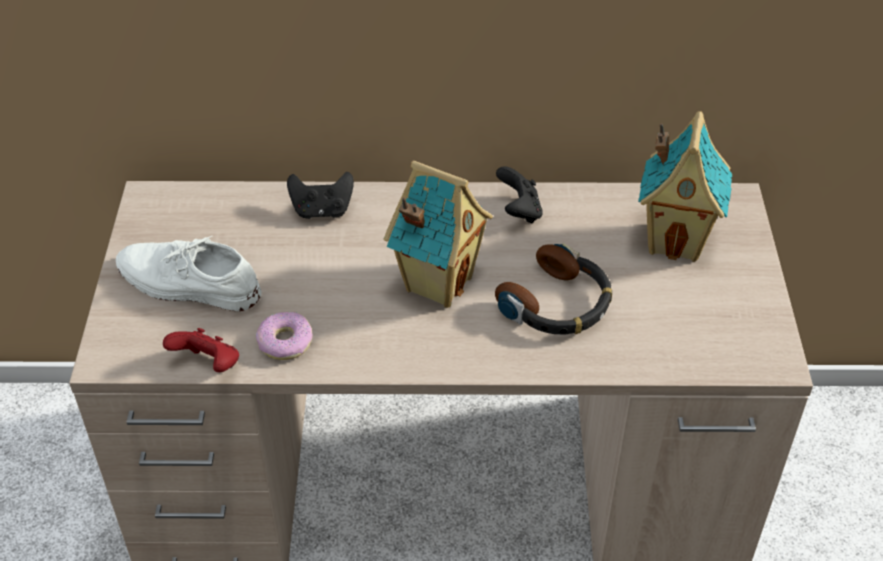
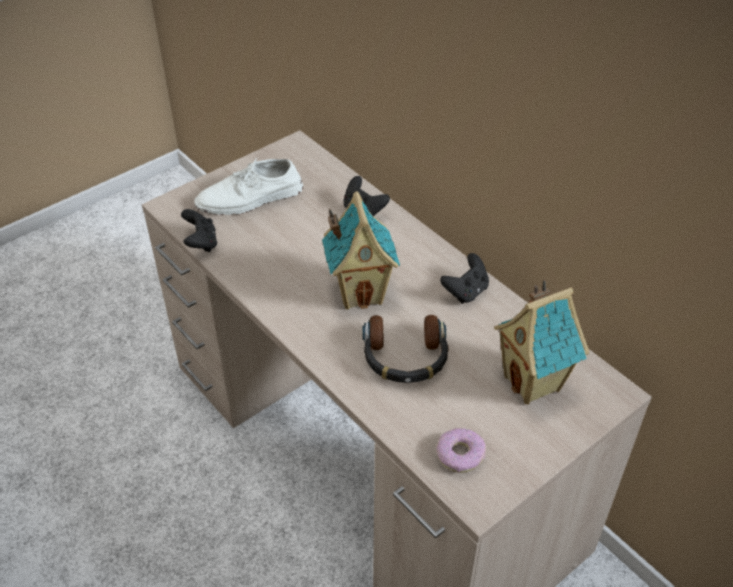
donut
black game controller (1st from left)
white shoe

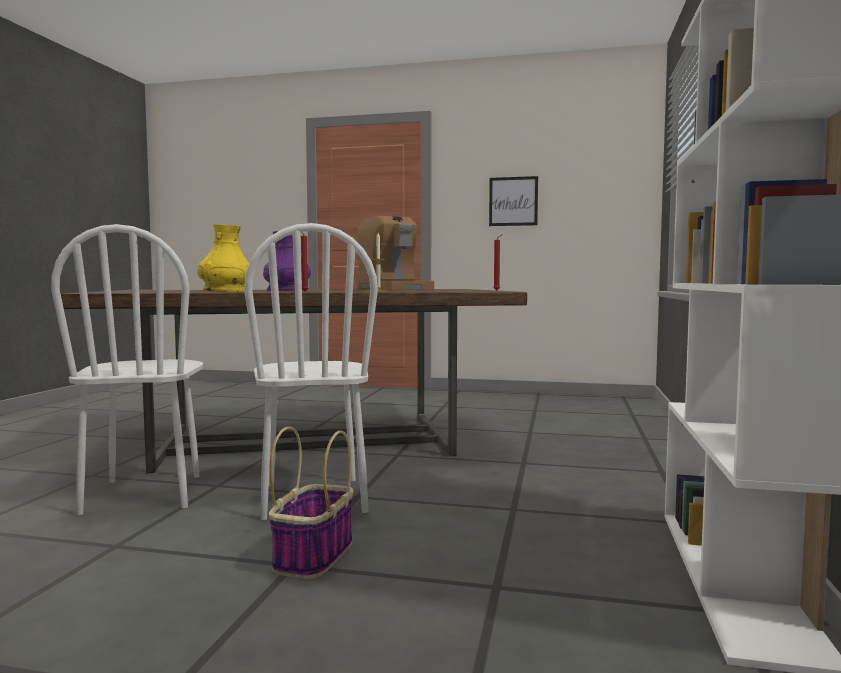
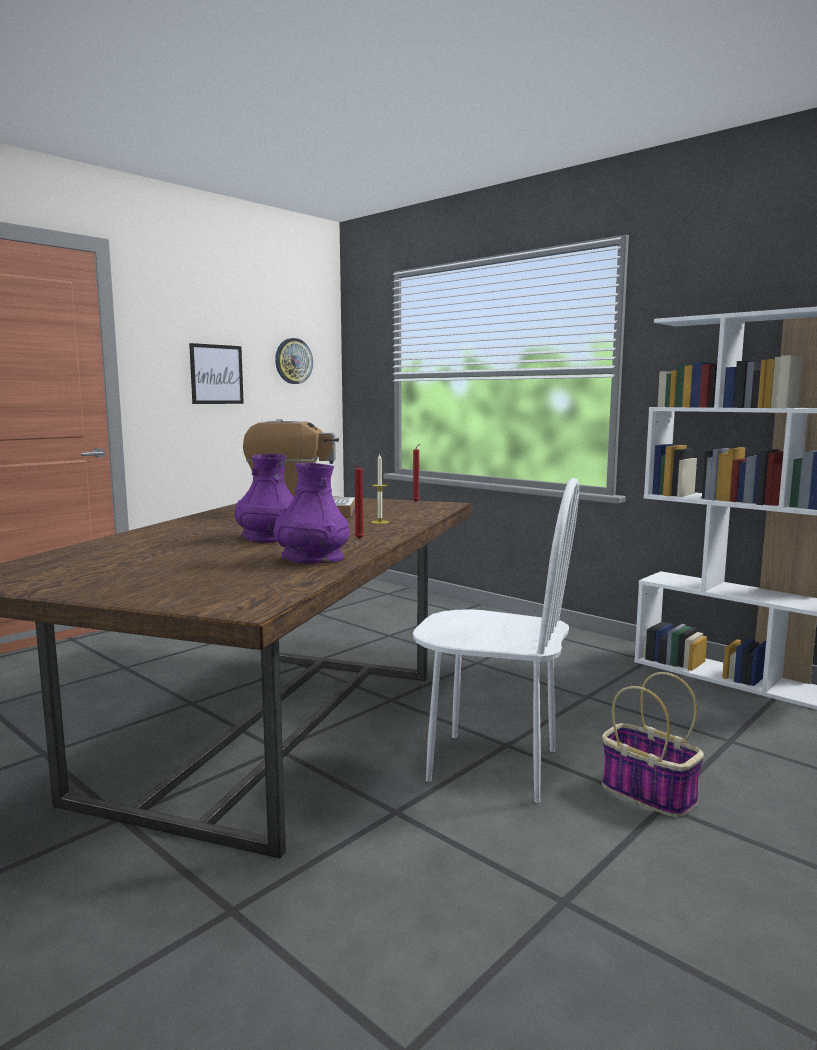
white chair (1st from left in the first image)
wall clock
purple vase (2nd from left)

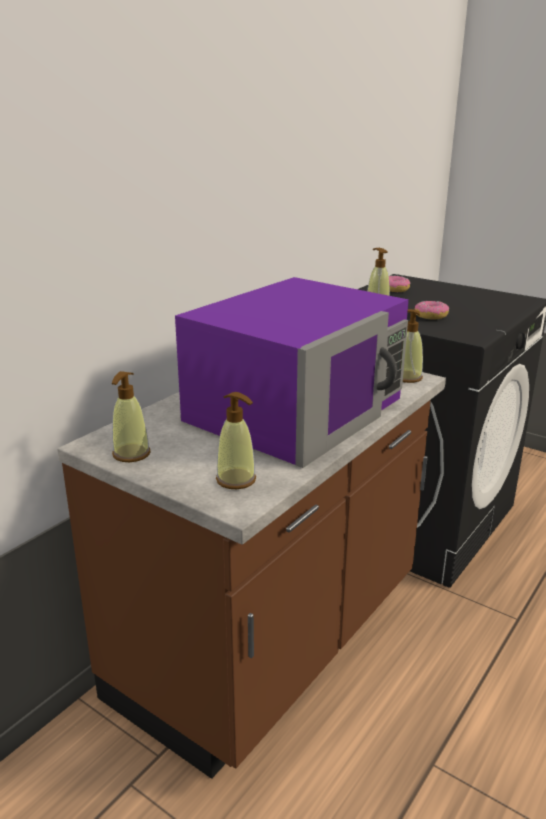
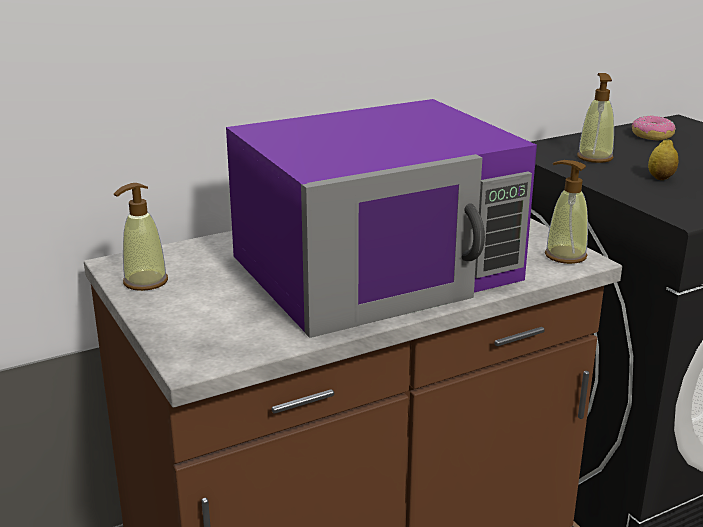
soap dispenser (2nd from left in the first image)
lemon

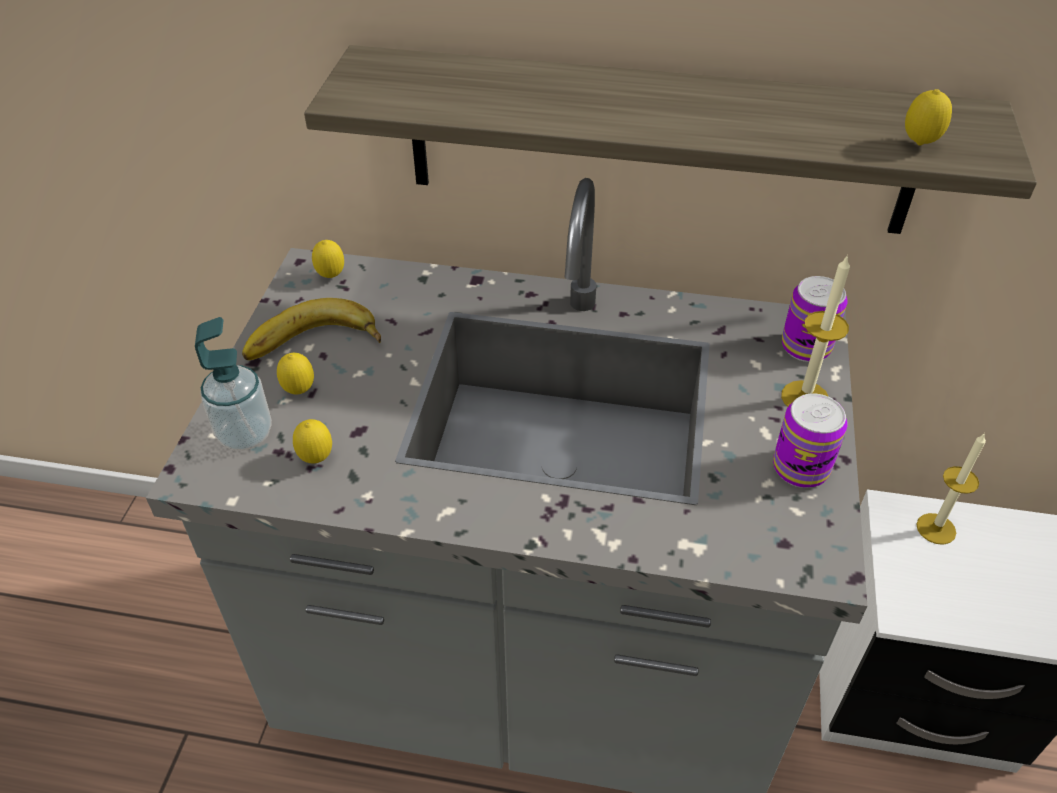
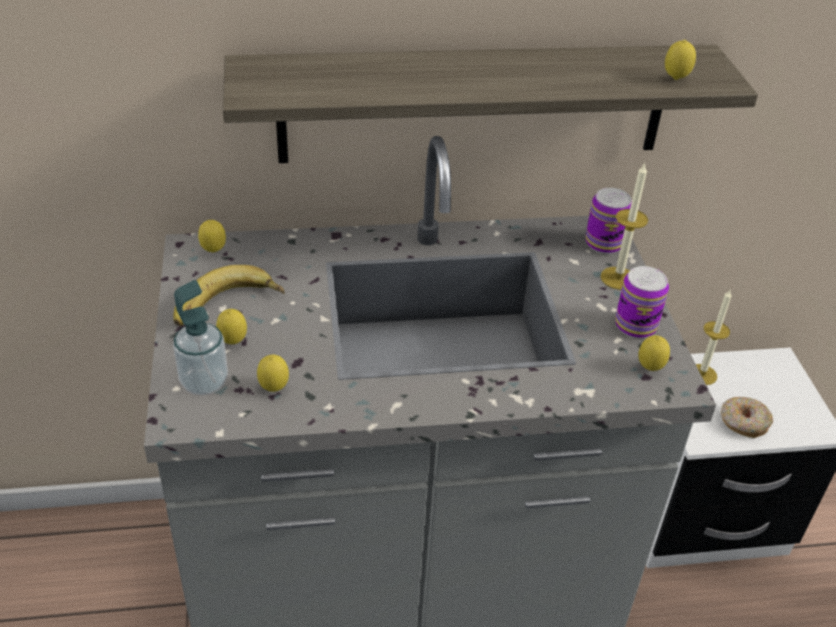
lemon (4th from left)
donut

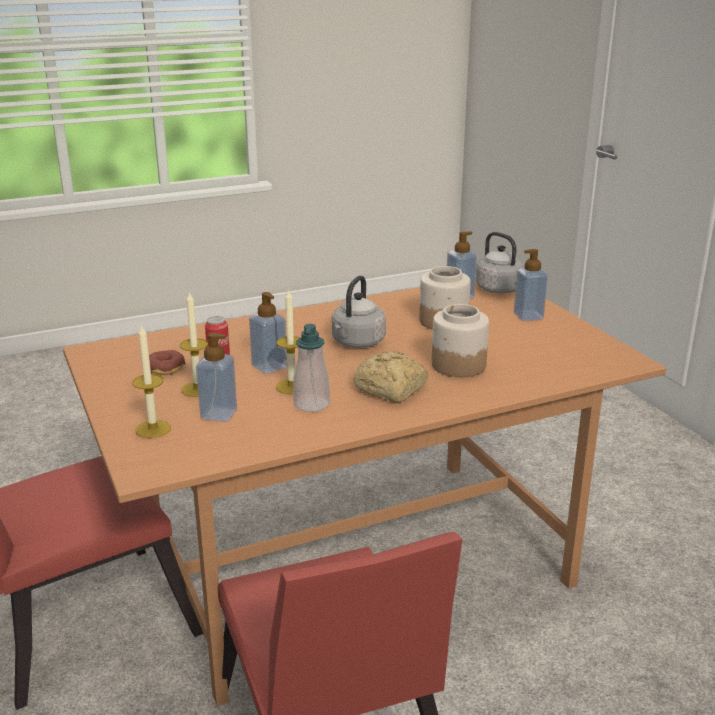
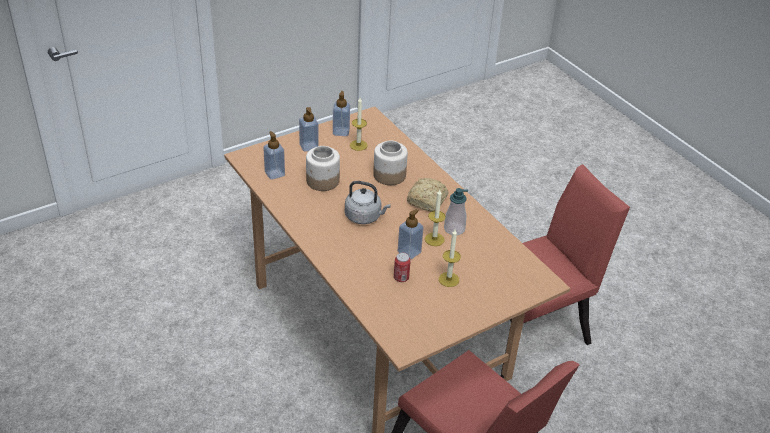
donut
grey kettle (2nd from left in the first image)
candle (1st from left)
soap dispenser (3rd from left)

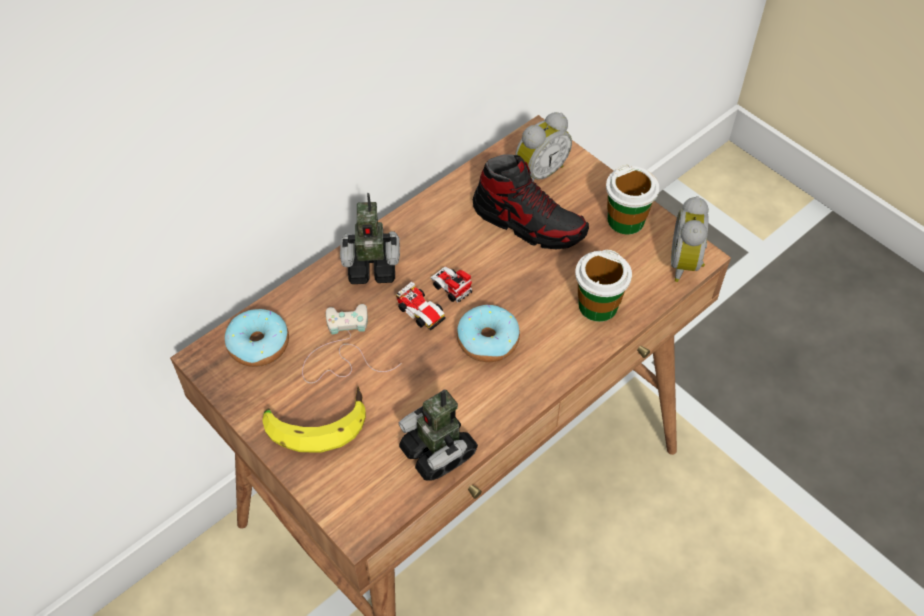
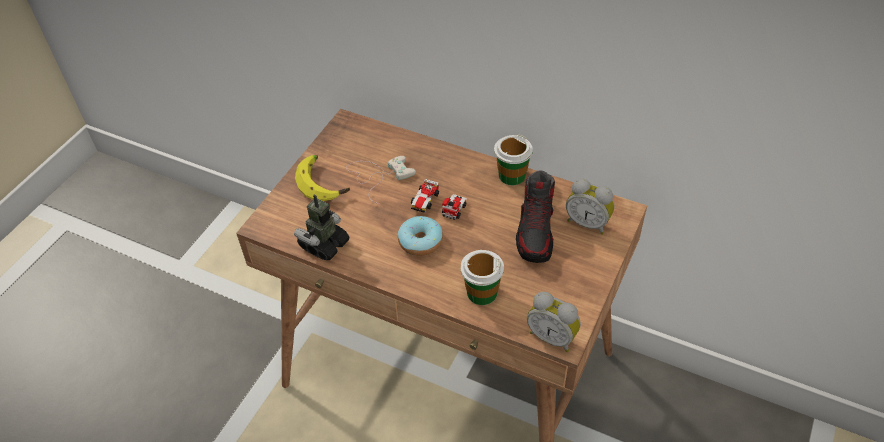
donut (1st from left in the first image)
toy robot (1st from left in the first image)
cup (2nd from left)
alarm clock (1st from left)

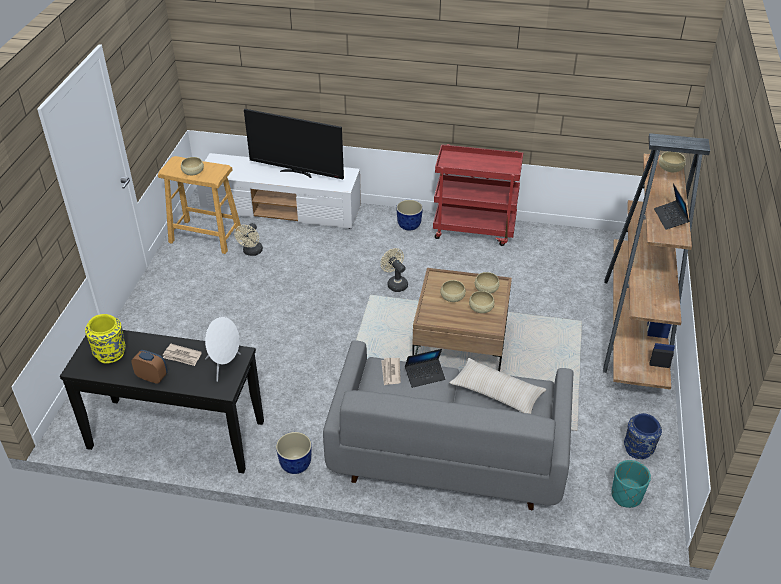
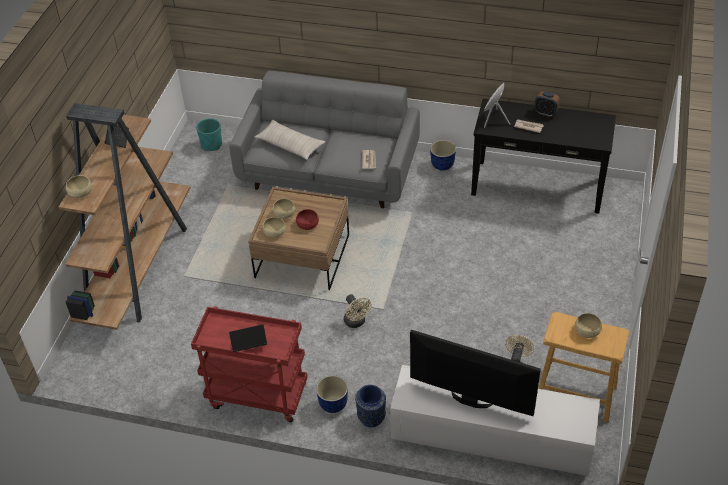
yellow vase
laptop (2nd from left)
blue vase
red bowl

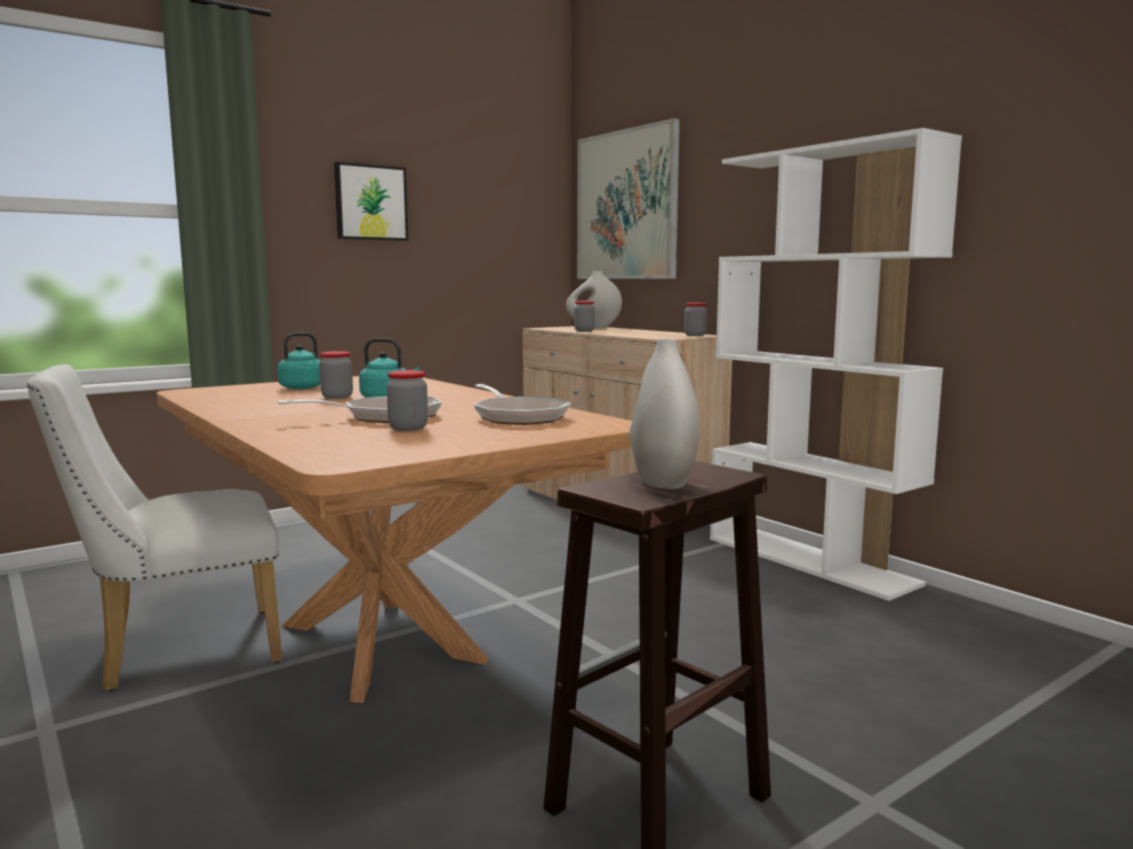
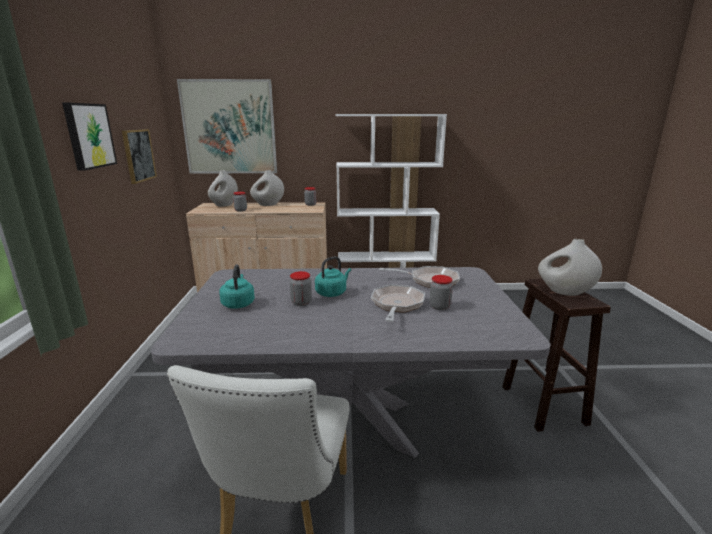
picture (2nd from left)
white vase (2nd from left)
grey dining table

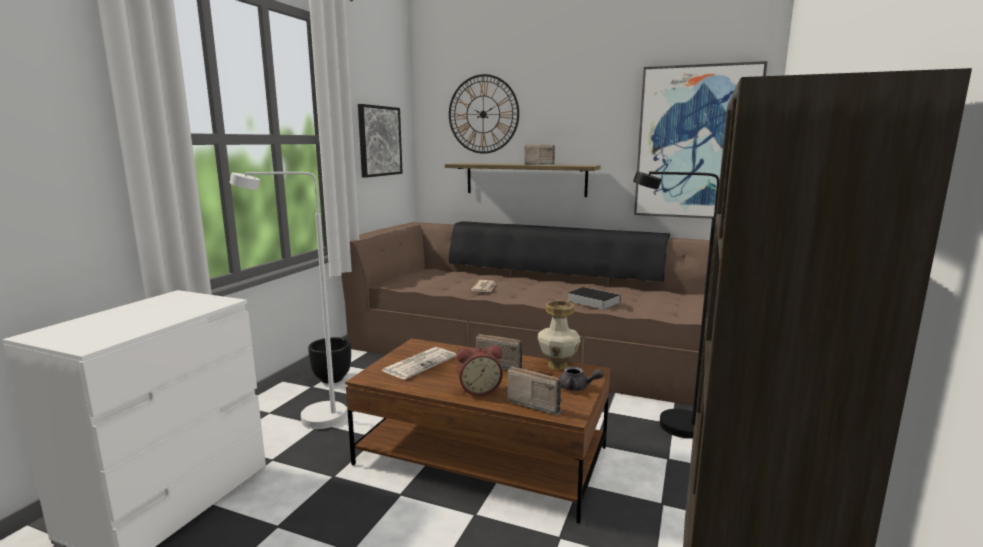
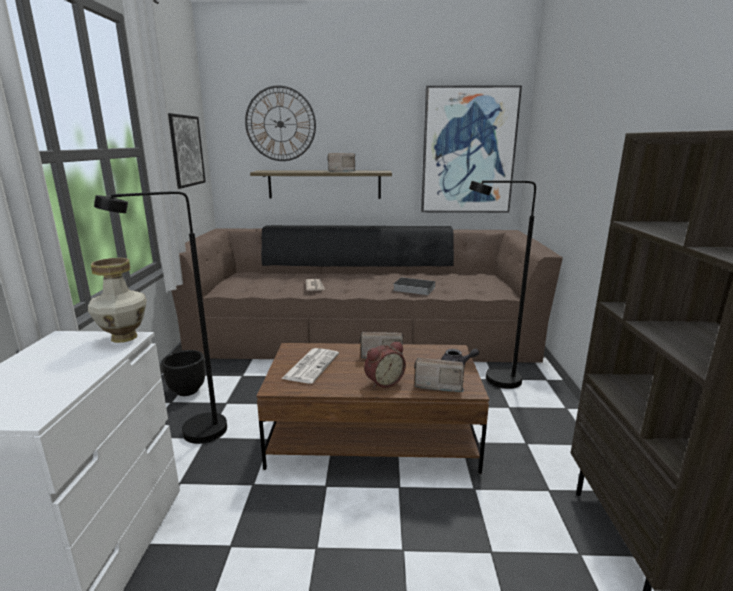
vase
black floor lamp (1st from left)

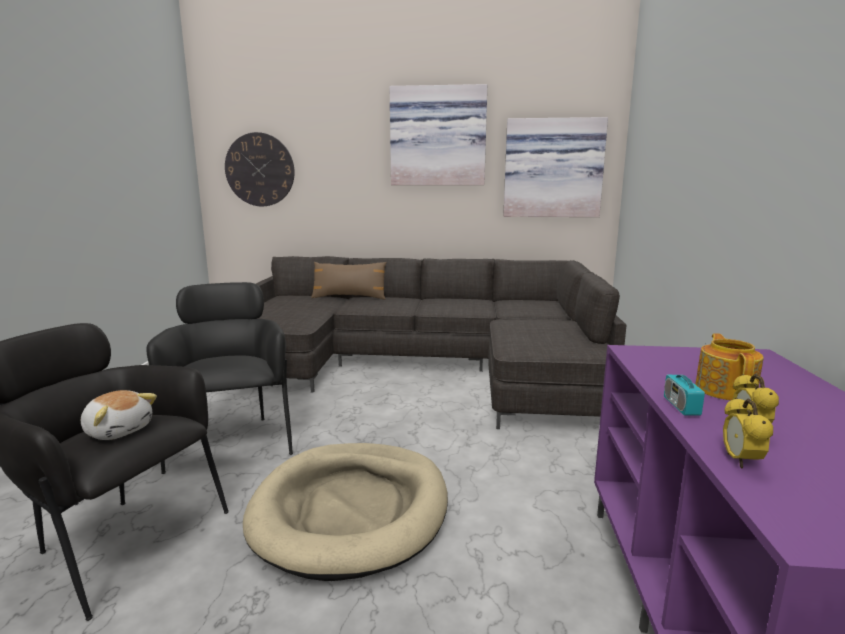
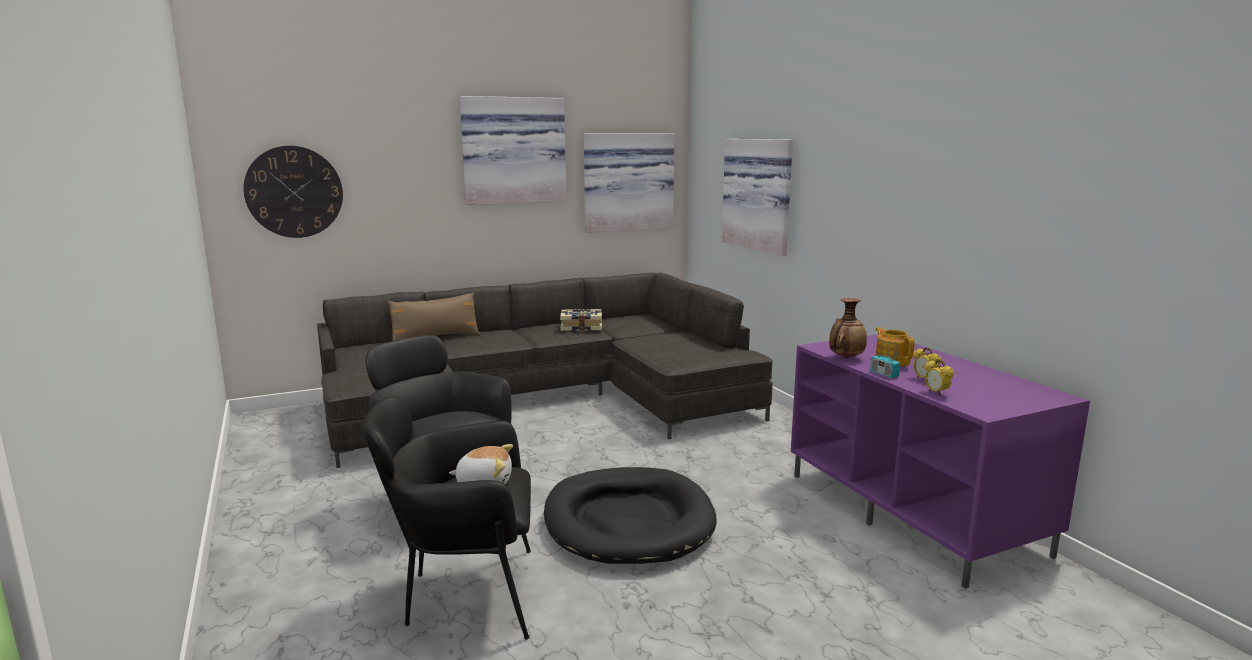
book
picture (3rd from left)
vase
black dog bed

